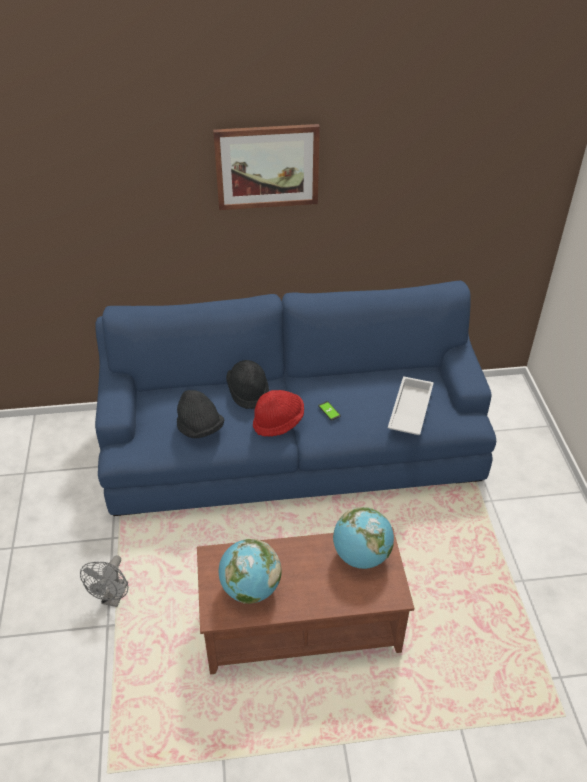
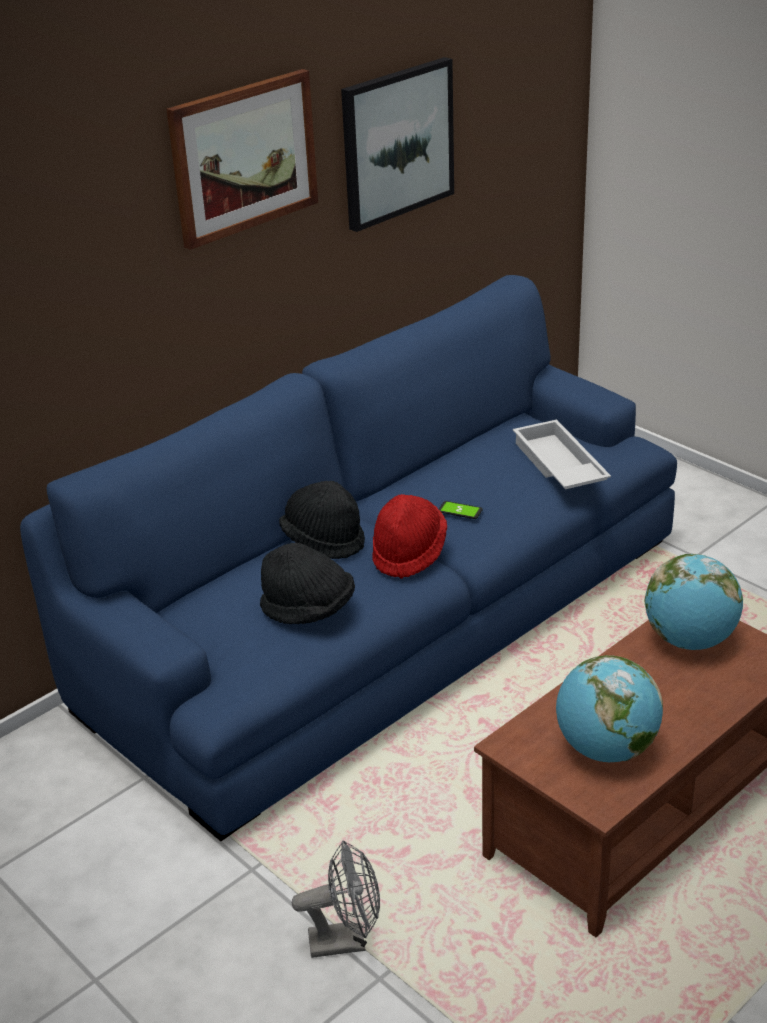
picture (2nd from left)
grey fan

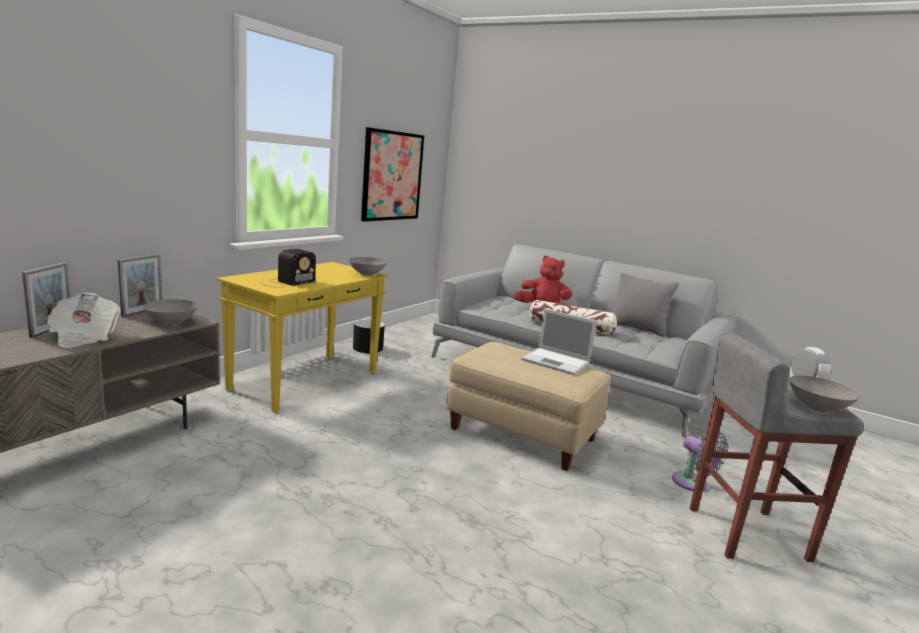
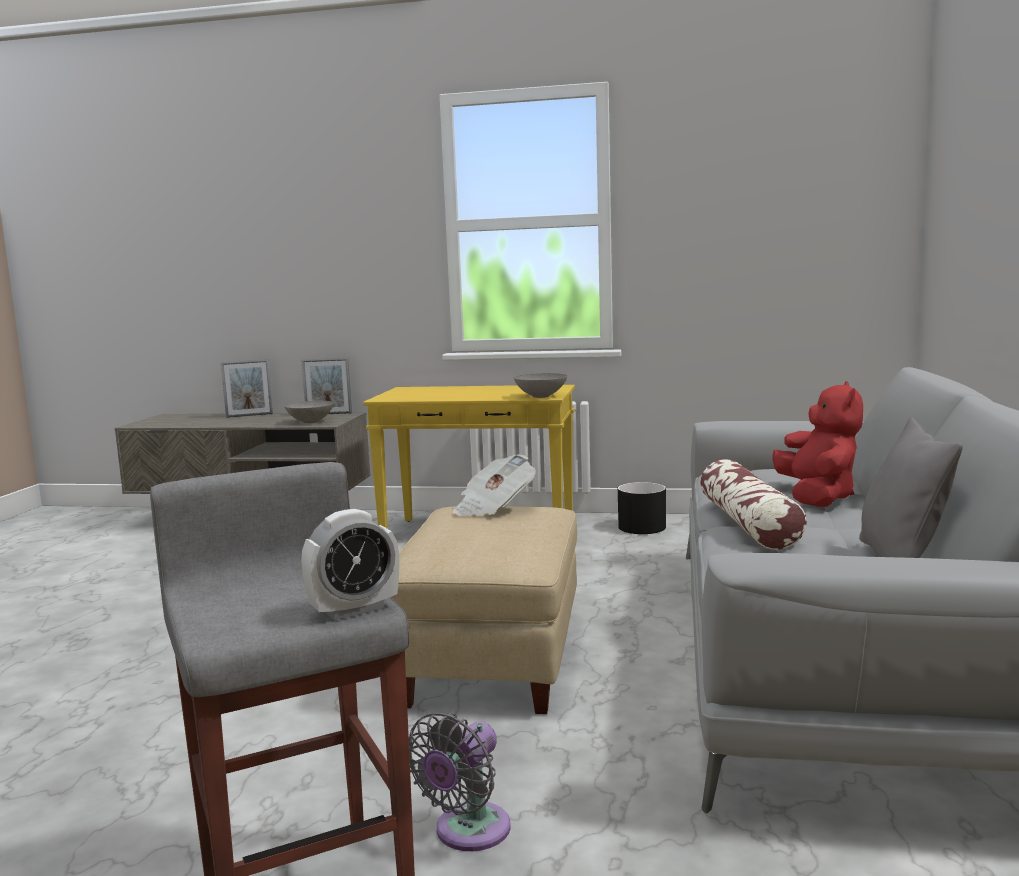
radio
picture
laptop
grey bowl (3rd from left in the first image)
newspaper

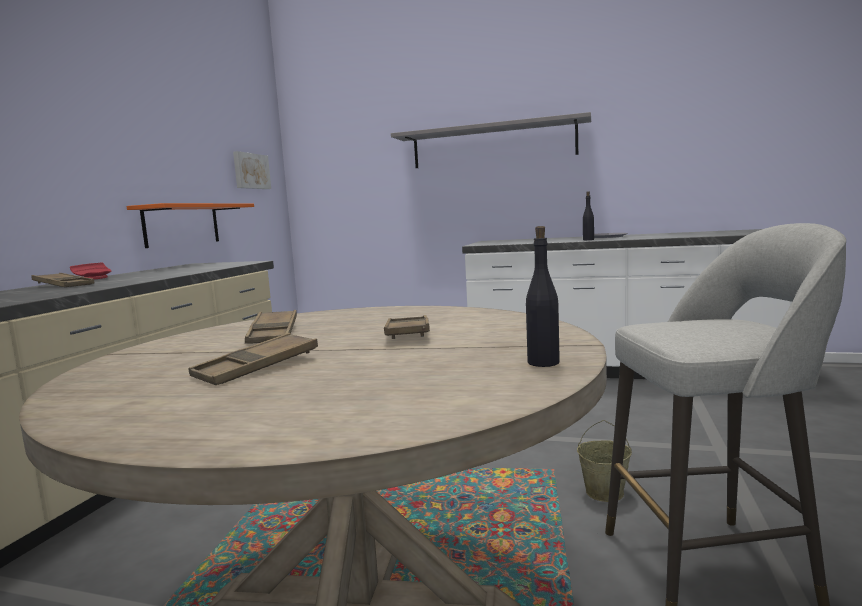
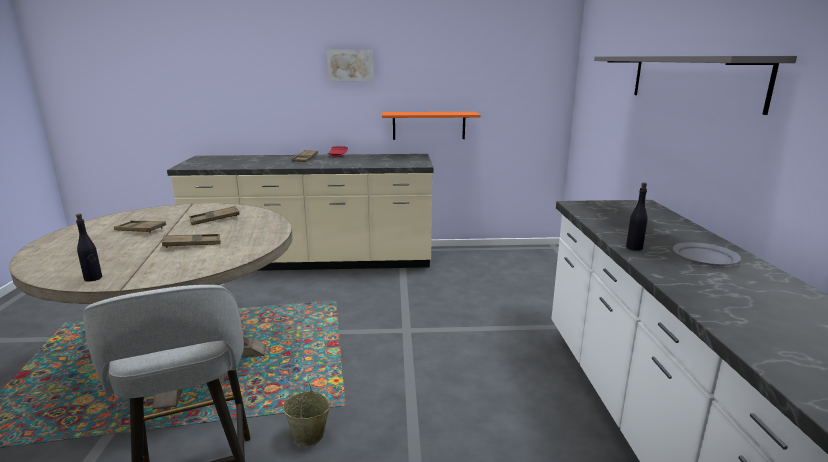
picture

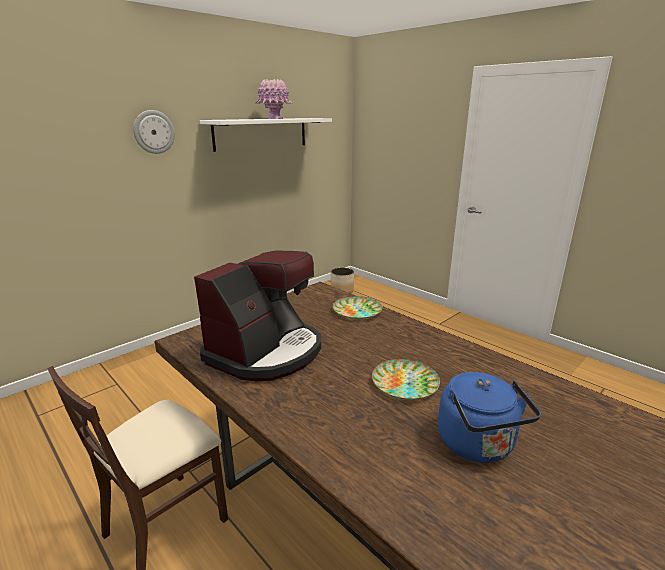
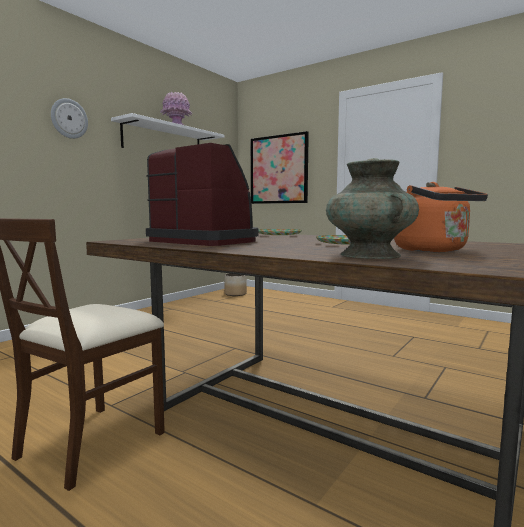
picture
turquoise vase
orange kettle
coffee machine

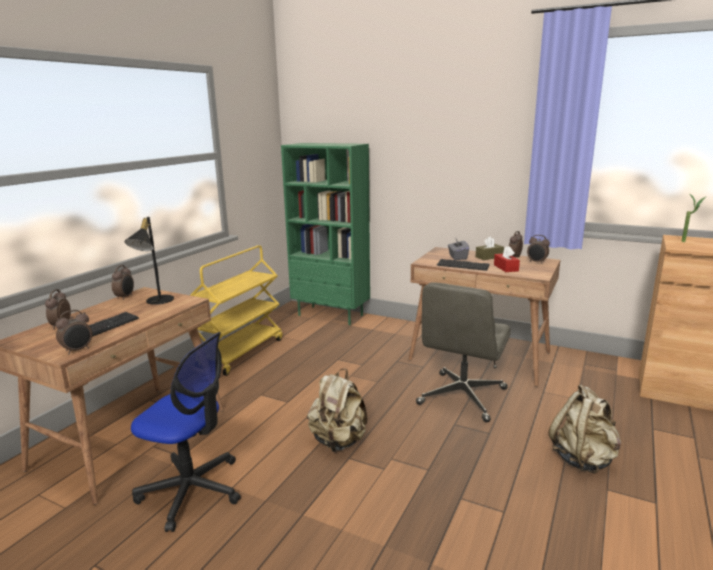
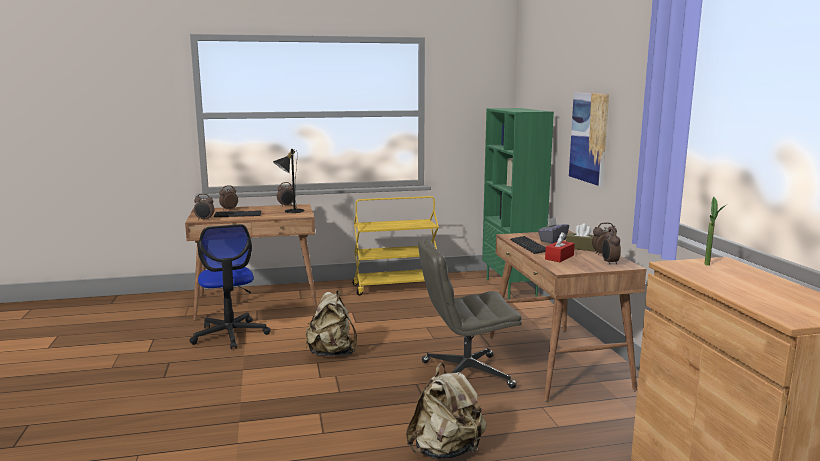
picture

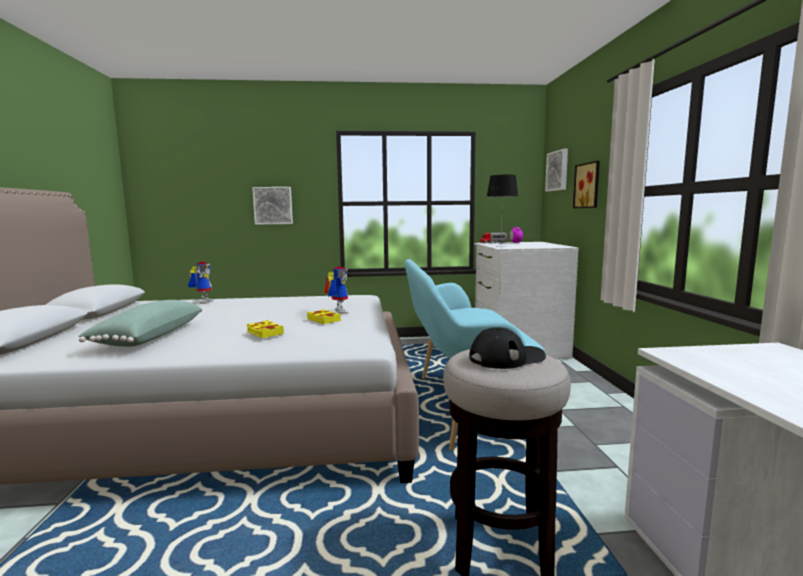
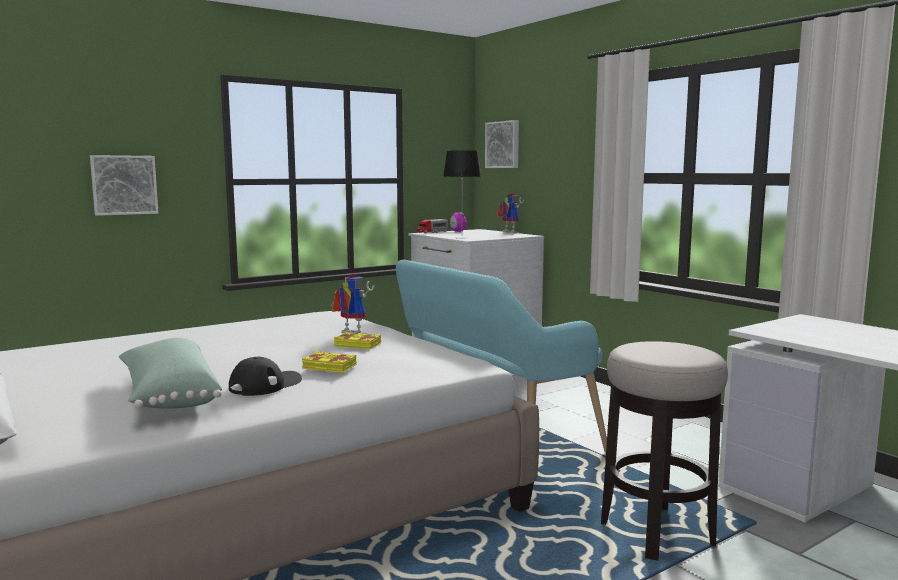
picture (3rd from left in the first image)
toy robot (2nd from left)
black cap

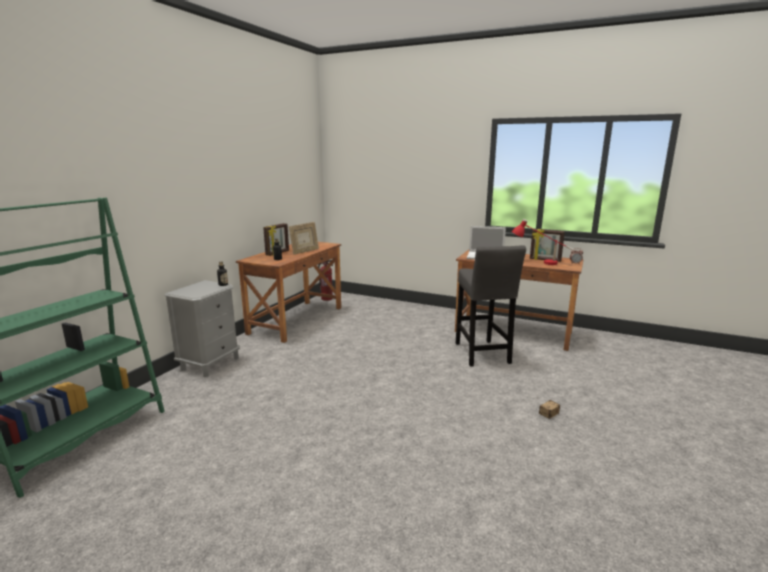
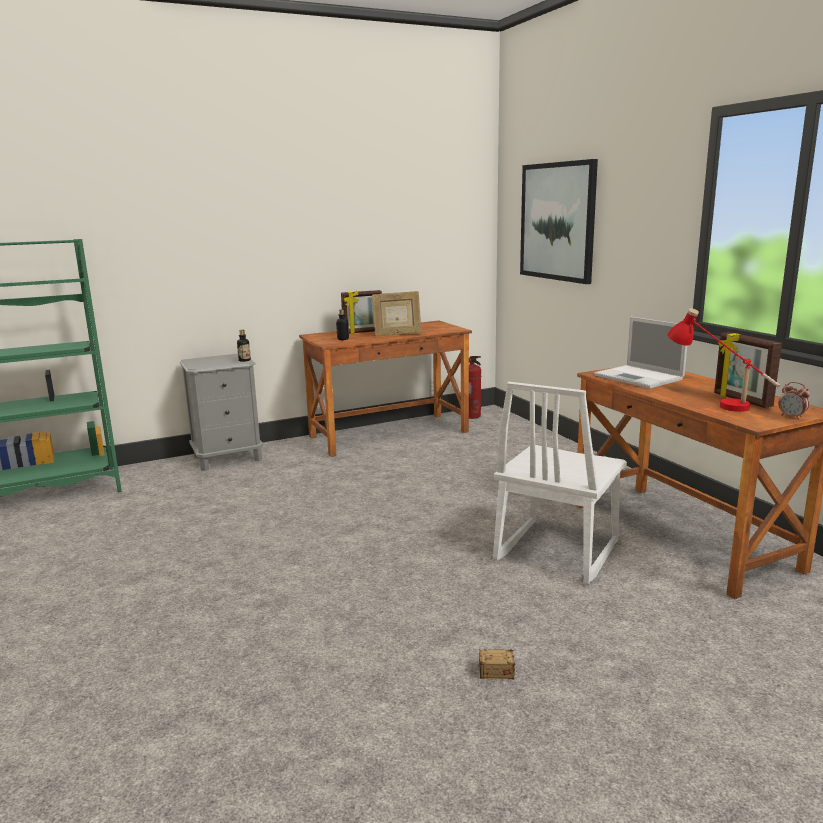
picture
white chair

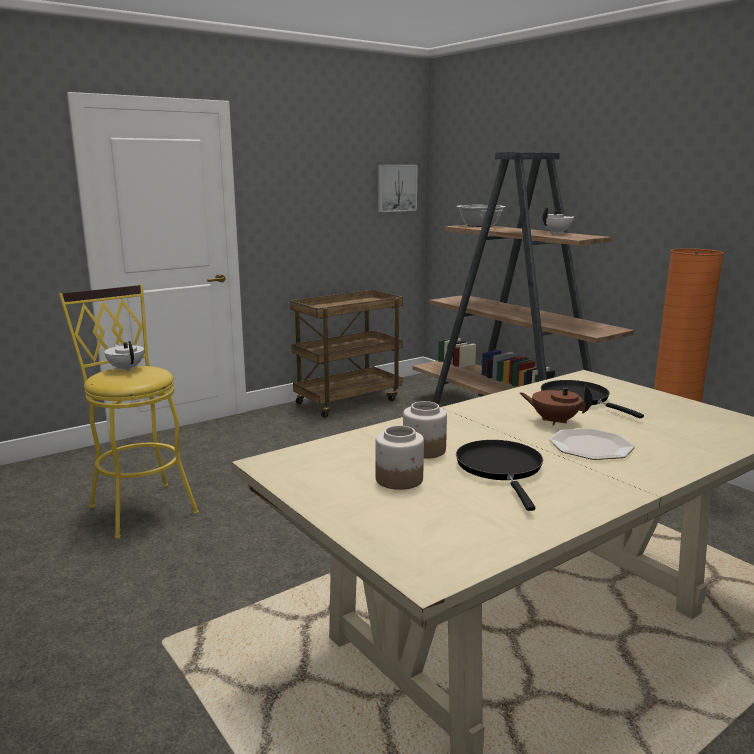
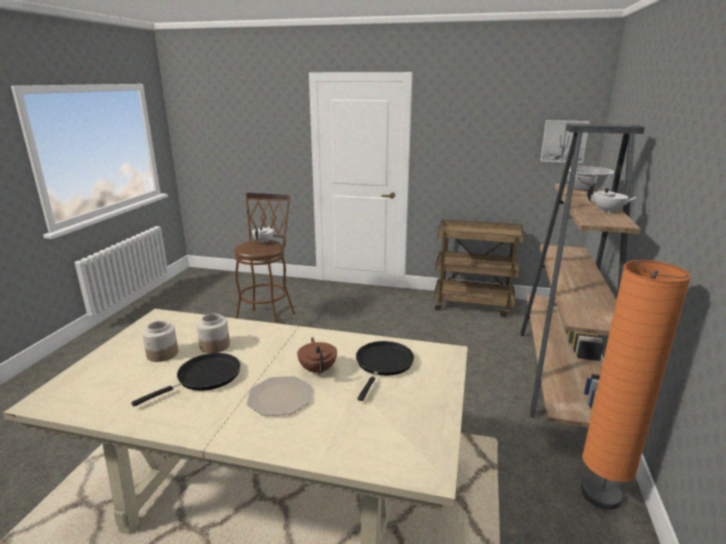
brown stool

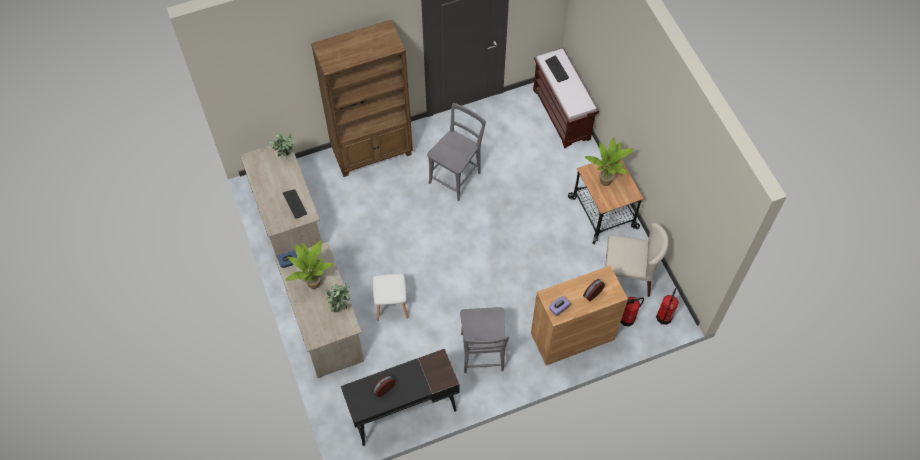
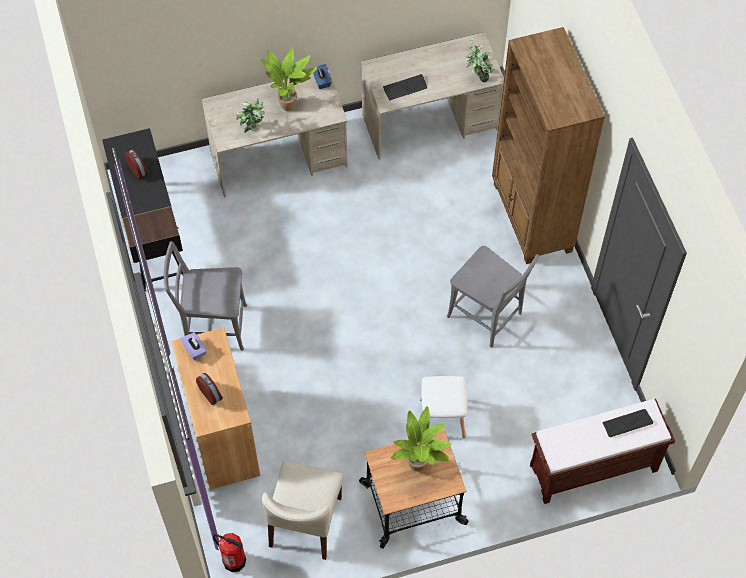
fire extinguisher (1st from left in the first image)
white stool

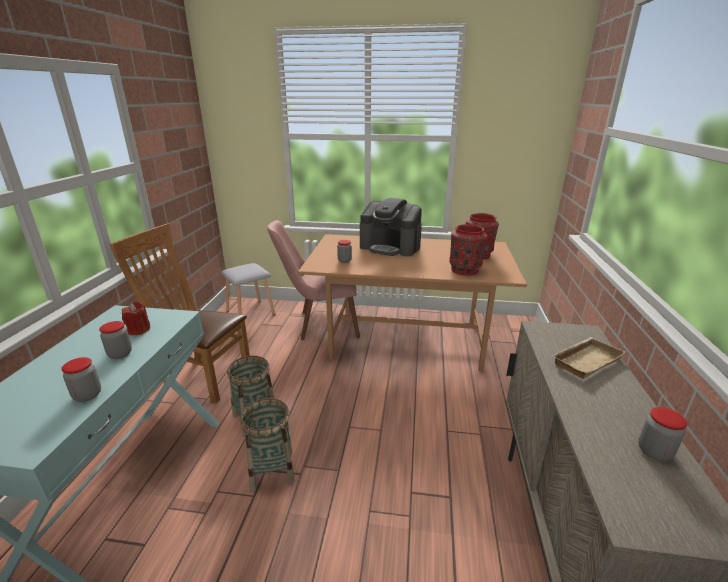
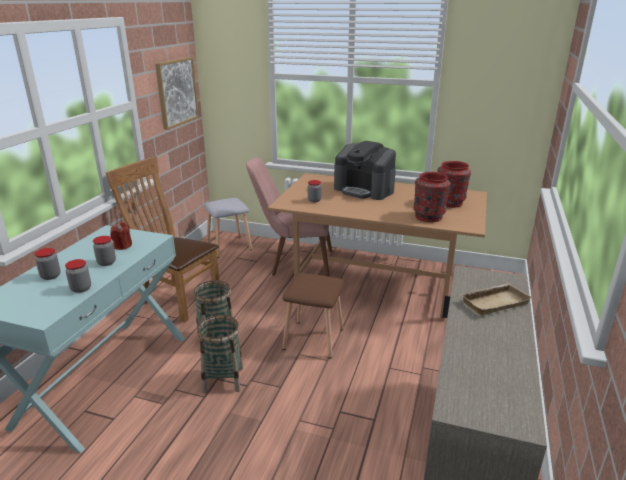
picture
brown stool
jar (1st from left)

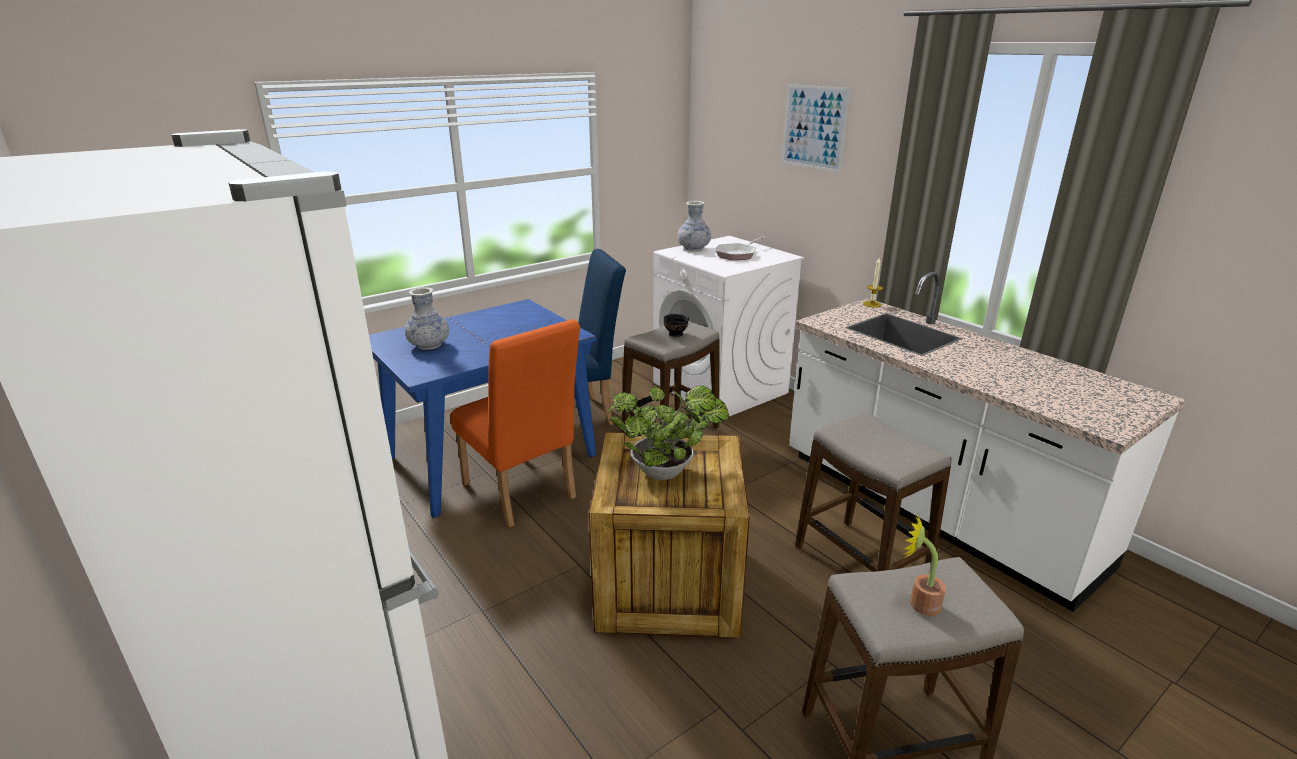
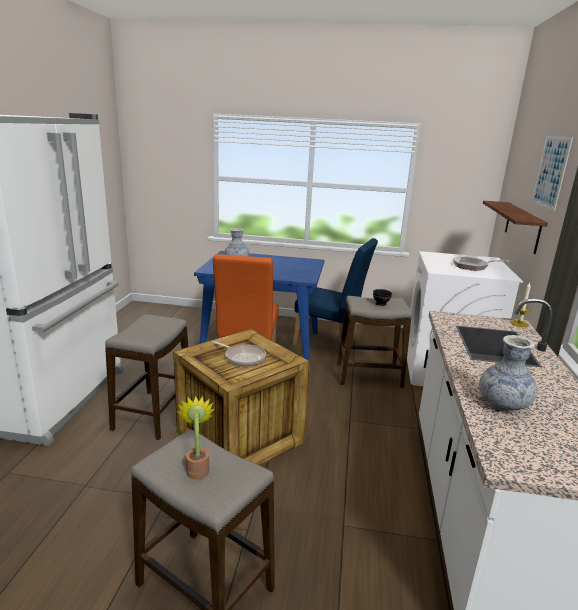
shelf
vase (2nd from left)
stool (1st from left)
frying pan (1st from left)

